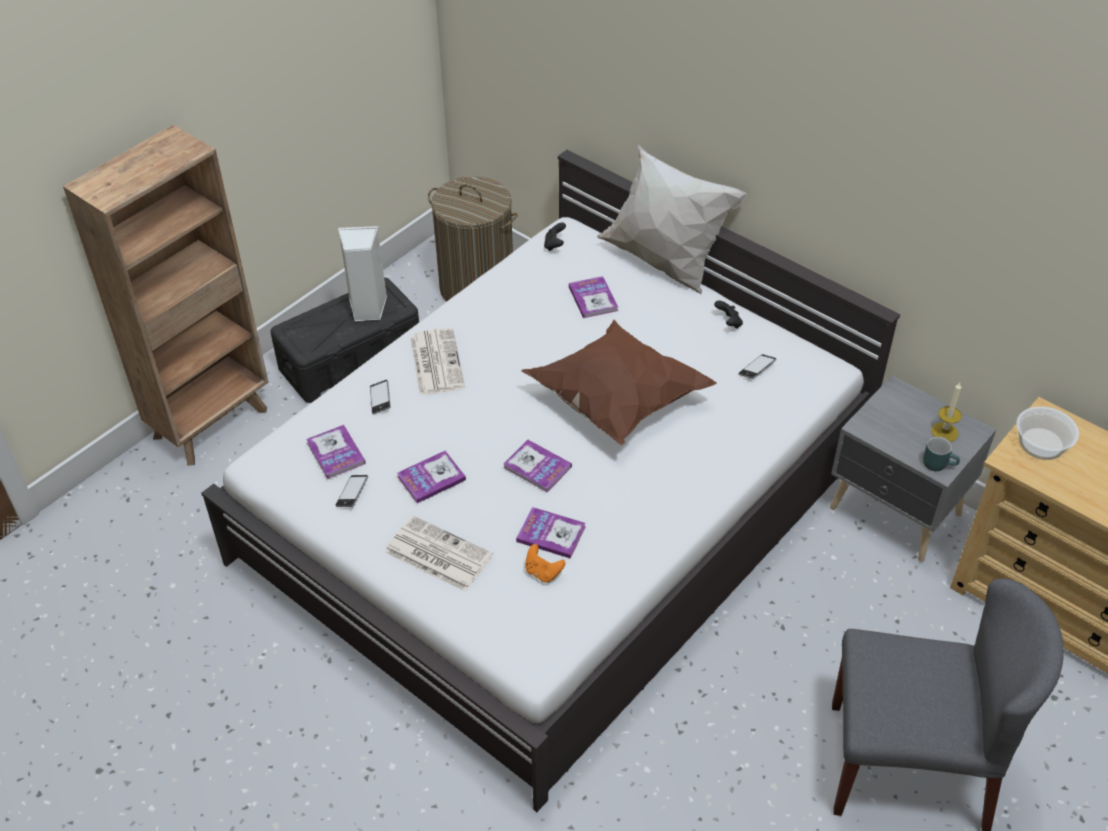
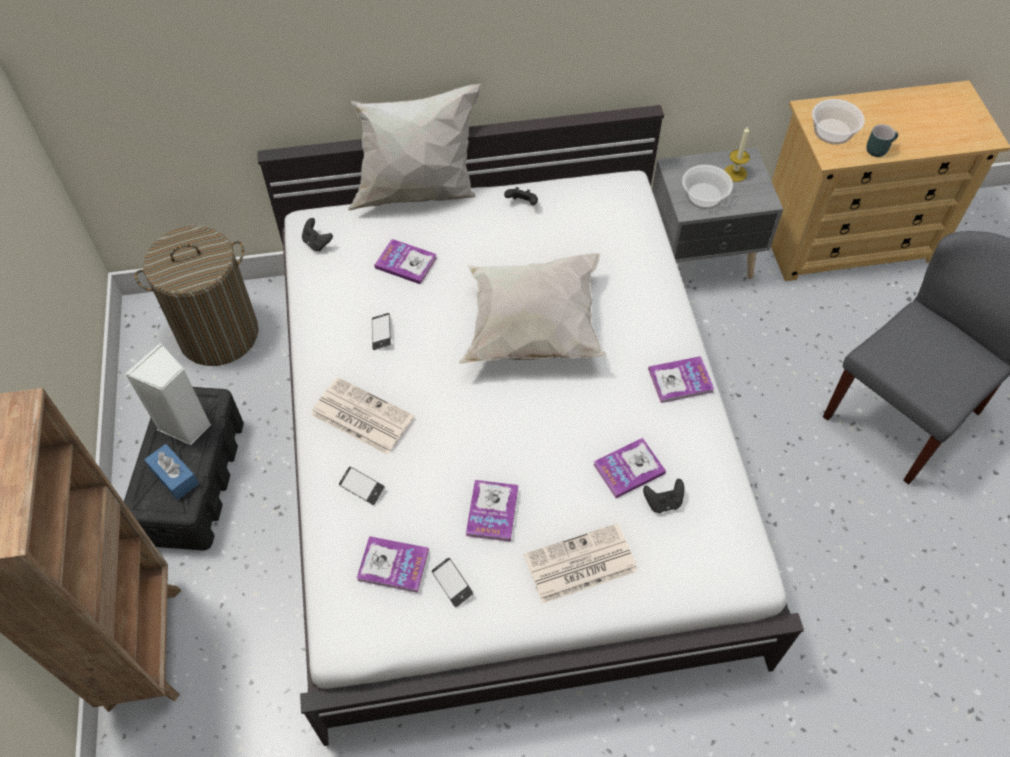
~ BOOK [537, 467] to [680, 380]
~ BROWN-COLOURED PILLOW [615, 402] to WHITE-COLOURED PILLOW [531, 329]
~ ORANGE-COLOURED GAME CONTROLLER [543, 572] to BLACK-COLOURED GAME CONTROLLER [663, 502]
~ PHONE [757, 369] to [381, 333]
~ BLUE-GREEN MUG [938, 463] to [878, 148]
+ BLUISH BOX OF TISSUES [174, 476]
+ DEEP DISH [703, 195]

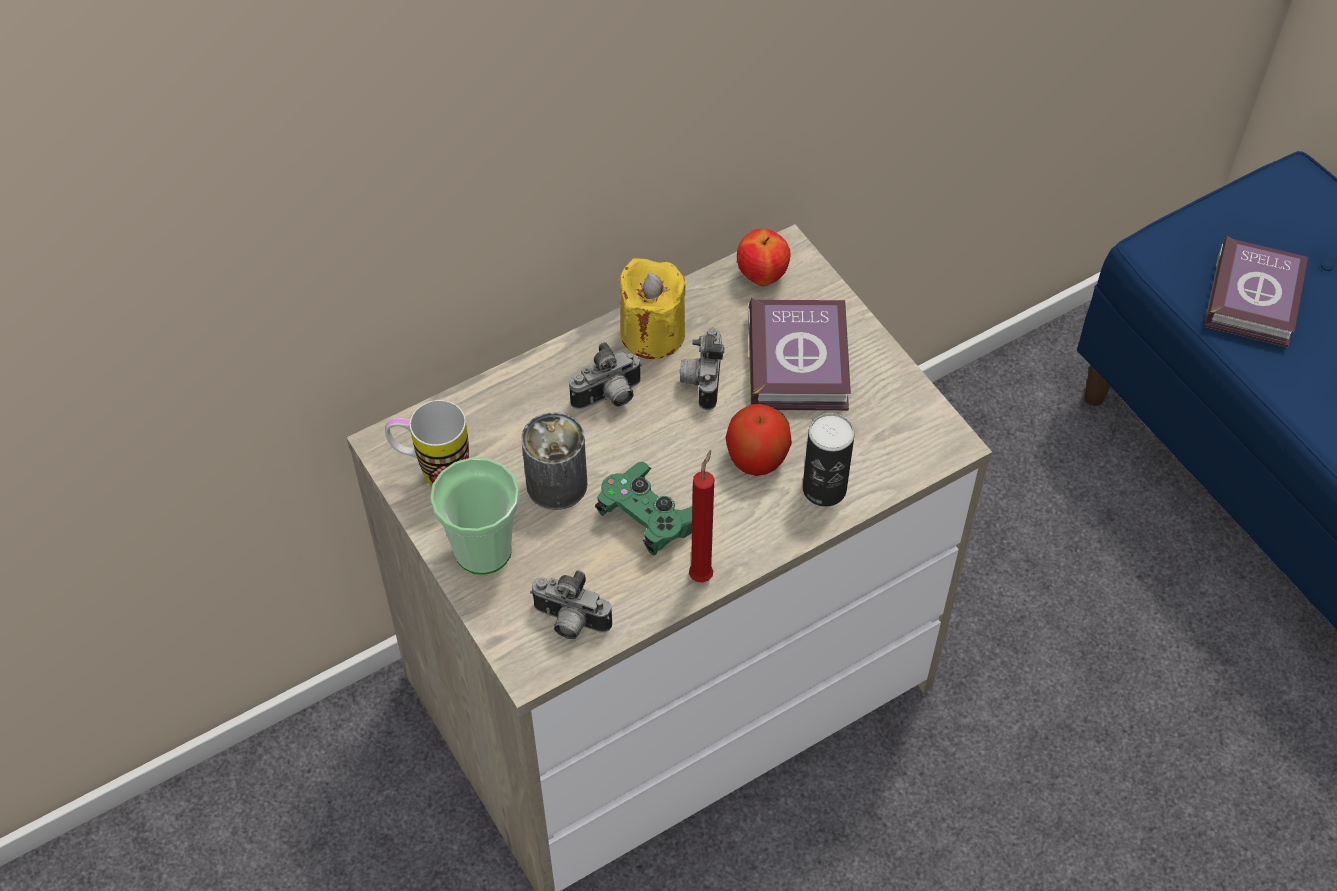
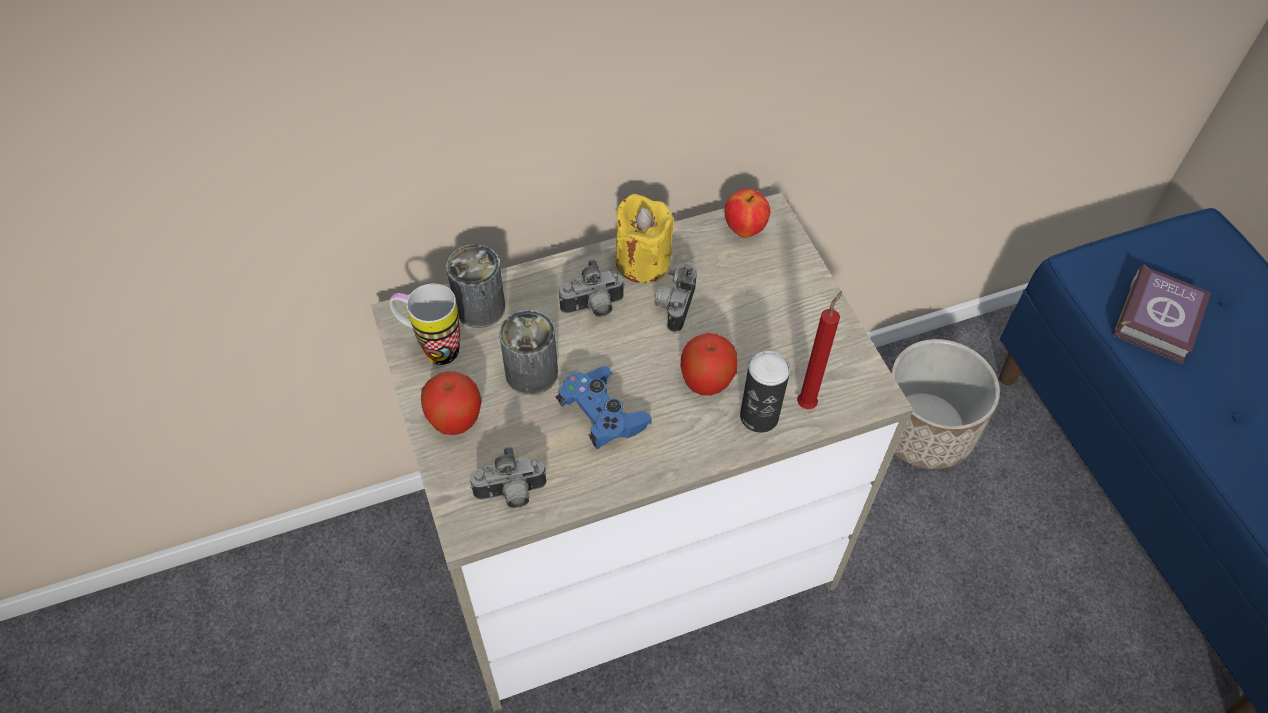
~ CUP [483, 550] to APPLE [455, 418]
~ STILL CAMERA [569, 622] = [511, 495] 45 degrees counterclockwise
~ GREEN-COLOURED GAME CONTROLLER [649, 518] to BLUISH GAME CONTROLLER [602, 415]
~ REDDISH CANDLE [702, 574] to [808, 402]
- BOOK [800, 360]
+ SEALED CAN [480, 307]
+ PLANTER [924, 428]

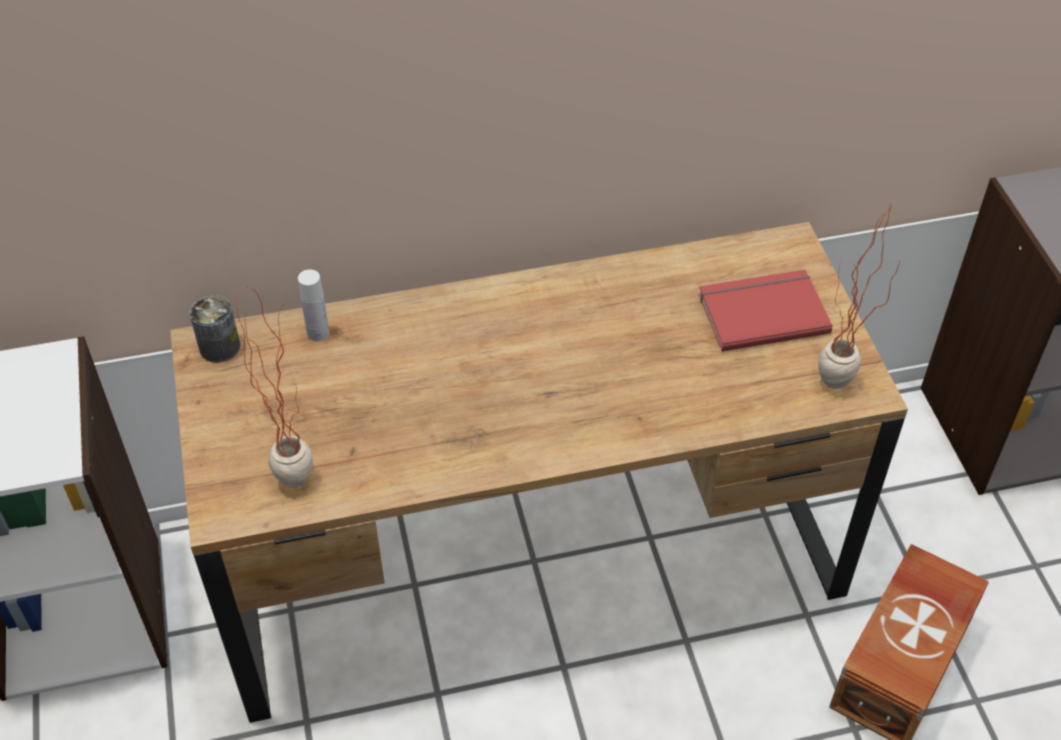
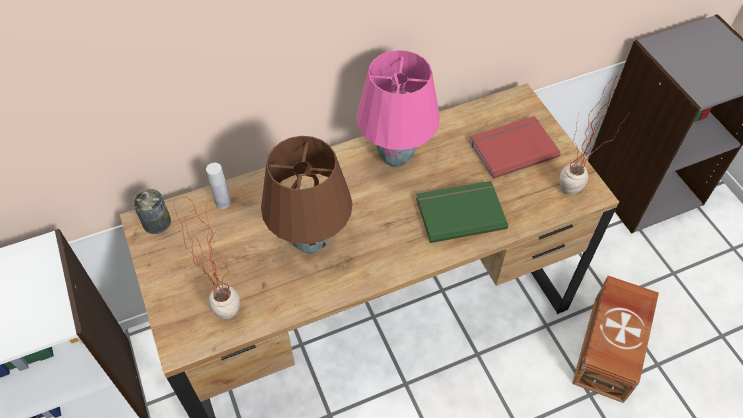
+ BROWN-COLOURED LAMP FOR A TABLE [310, 243]
+ PINK LAMP FOR A TABLE [397, 157]
+ GREEN-COLOURED BOOK [459, 211]

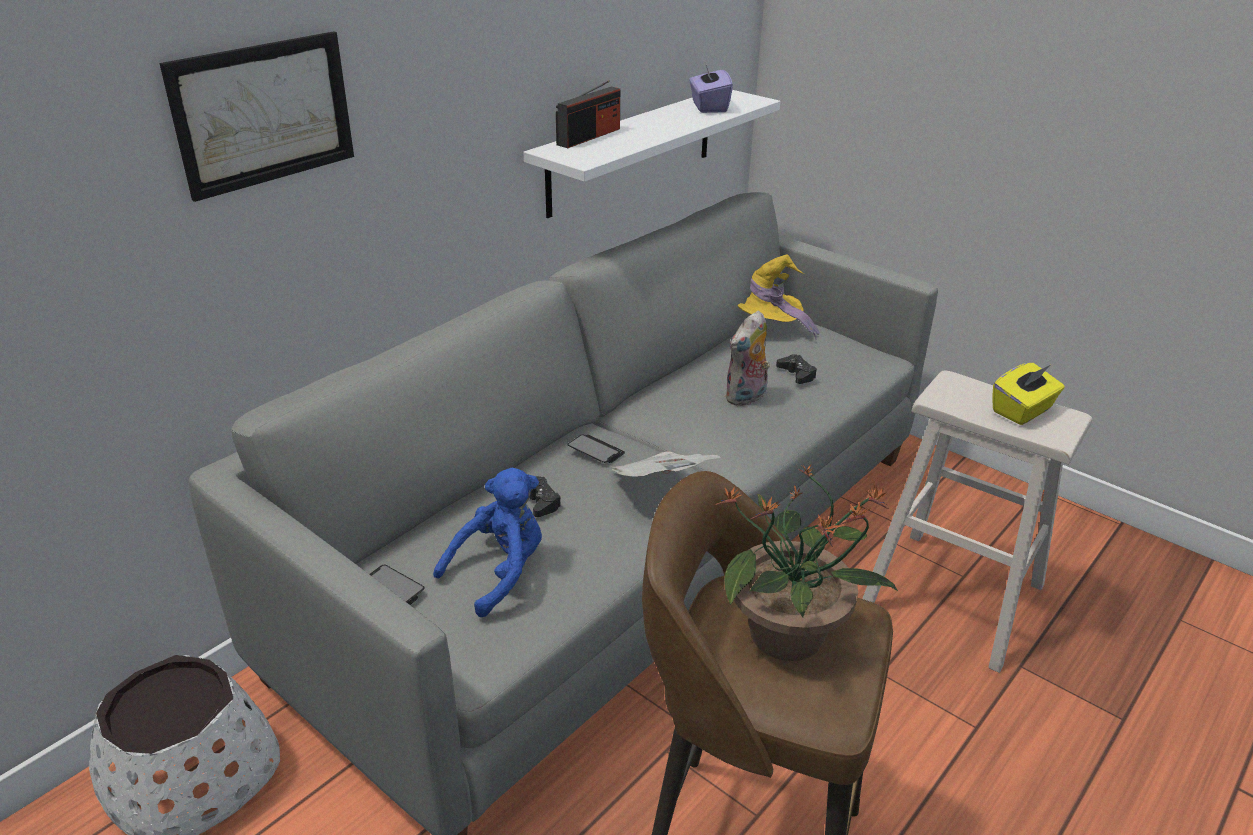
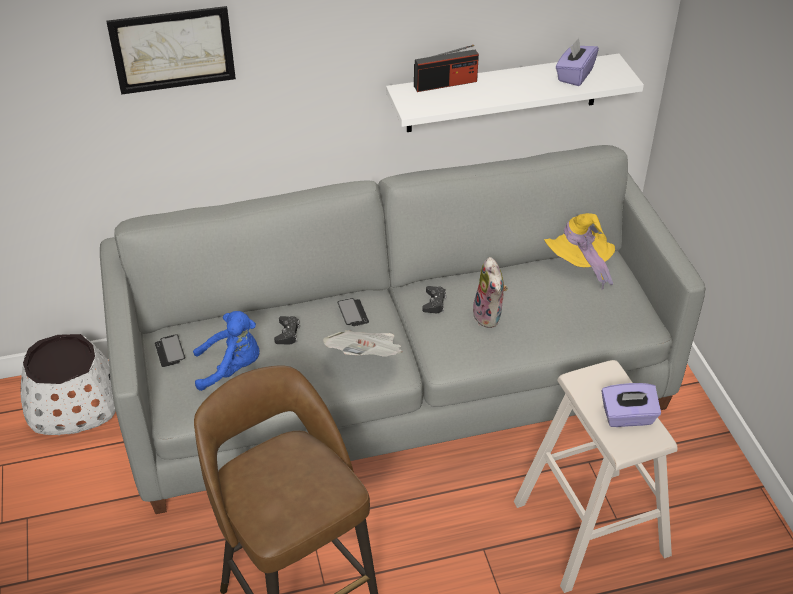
- POTTED PLANT [789, 635]
~ PLUSH TOY [746, 398] = [489, 316] 90 degrees counterclockwise
~ BLACK-COLOURED GAME CONTROLLER [797, 374] to [434, 303]
~ YELLOW-COLOURED BOX OF TISSUES [1022, 411] to PURPLE-COLOURED BOX OF TISSUES [628, 417]

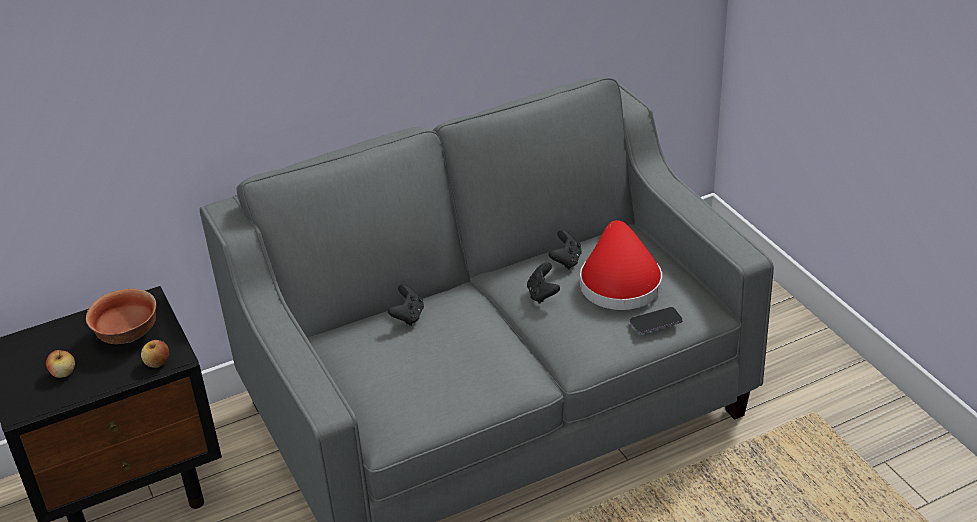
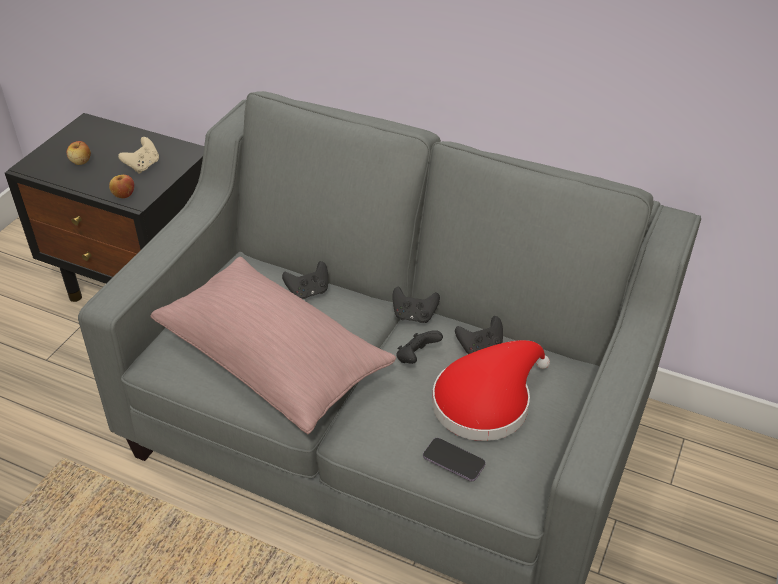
~ DEEP DISH [129, 336] to BEIGE GAME CONTROLLER [143, 166]
+ PINK PILLOW [273, 361]
+ BLACK-COLOURED GAME CONTROLLER [414, 316]

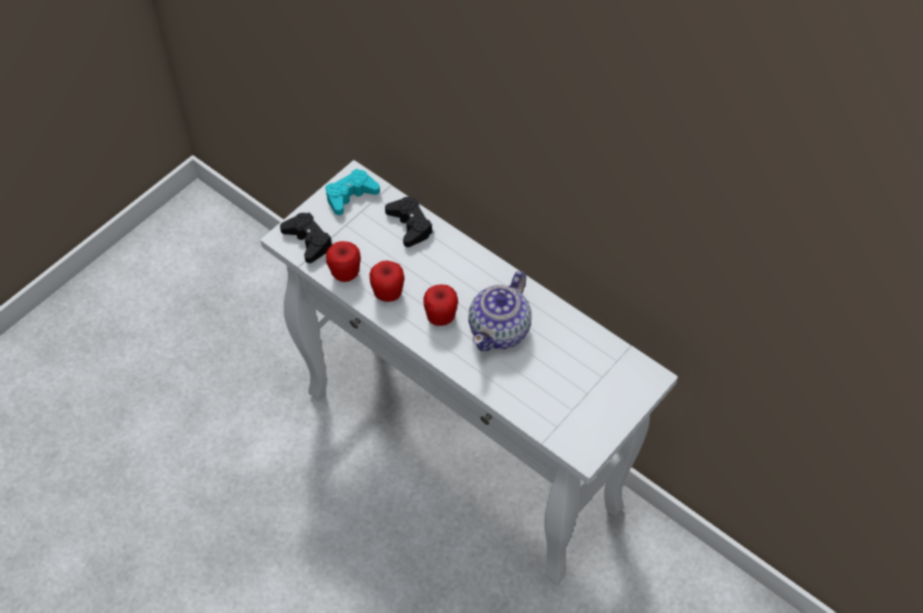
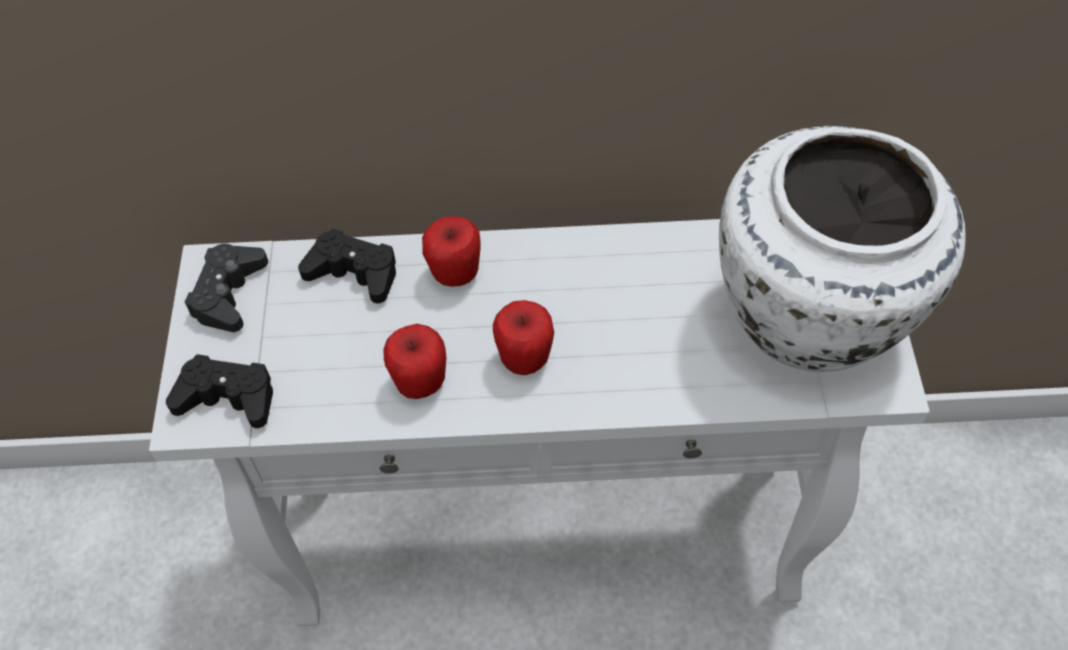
~ BLUE-GREEN GAME CONTROLLER [350, 196] to BLACK-COLOURED GAME CONTROLLER [228, 294]
~ APPLE [345, 274] to [455, 274]
- TEAPOT [500, 330]
+ WHITE-COLOURED FLOWER VASE [814, 323]

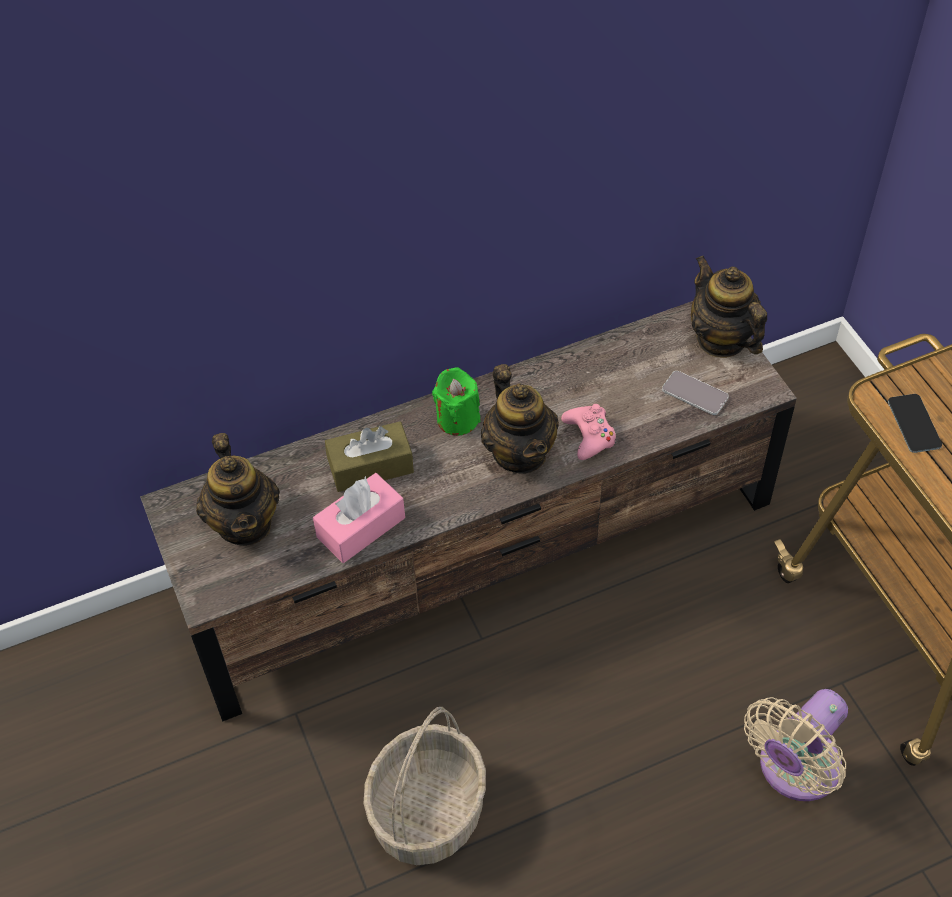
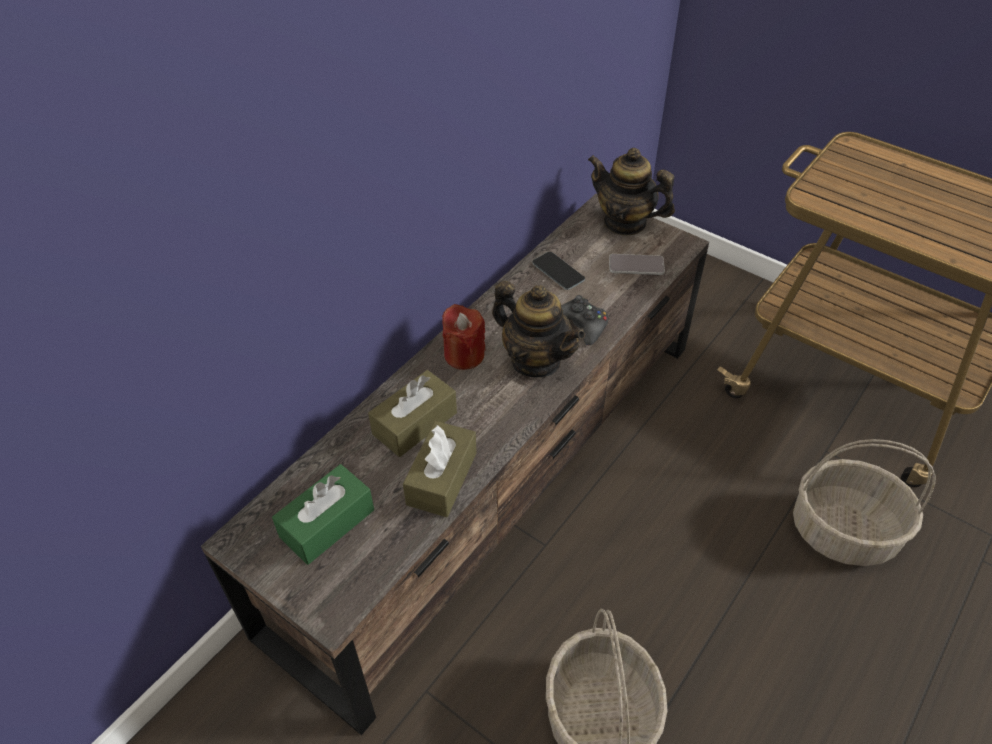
~ TEAPOT [245, 523] to GREEN-COLOURED BOX OF TISSUES [327, 523]
~ PINK BOX OF TISSUES [361, 527] to BROWN-COLOURED BOX OF TISSUES [442, 478]
~ GREEN-COLOURED CANDLE [457, 419] to REDDISH CANDLE [464, 355]
~ PINK GAME CONTROLLER [589, 436] to BLACK-COLOURED GAME CONTROLLER [581, 325]
~ BEIGE FAN [794, 770] to HOUSEHOLD BASKET [844, 531]
~ PHONE [914, 423] to [558, 271]

